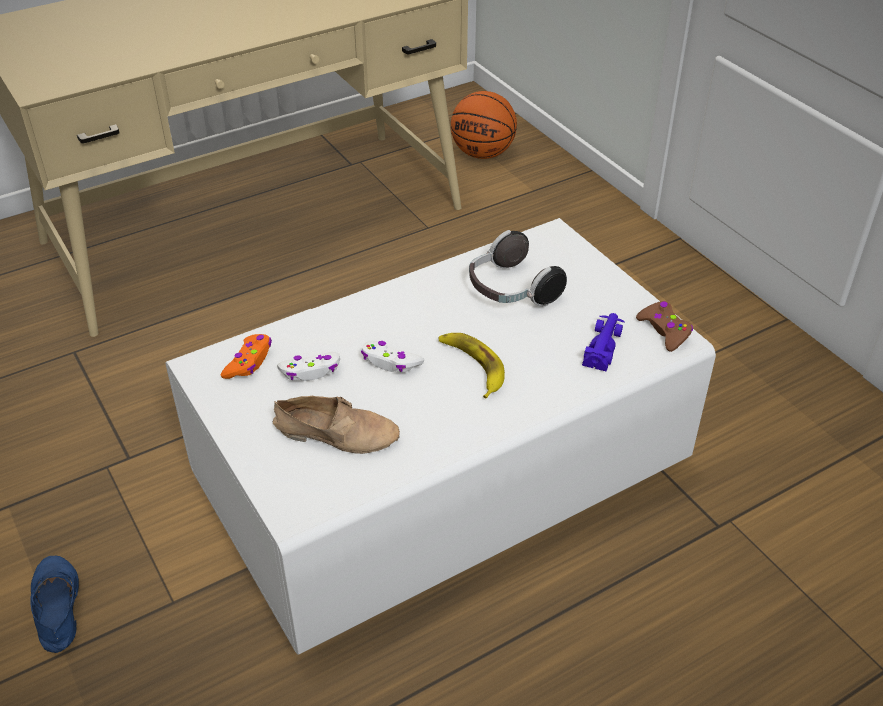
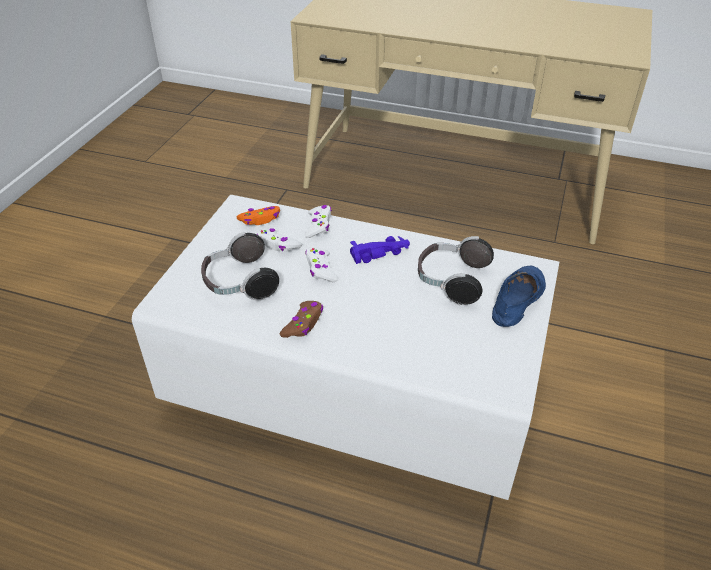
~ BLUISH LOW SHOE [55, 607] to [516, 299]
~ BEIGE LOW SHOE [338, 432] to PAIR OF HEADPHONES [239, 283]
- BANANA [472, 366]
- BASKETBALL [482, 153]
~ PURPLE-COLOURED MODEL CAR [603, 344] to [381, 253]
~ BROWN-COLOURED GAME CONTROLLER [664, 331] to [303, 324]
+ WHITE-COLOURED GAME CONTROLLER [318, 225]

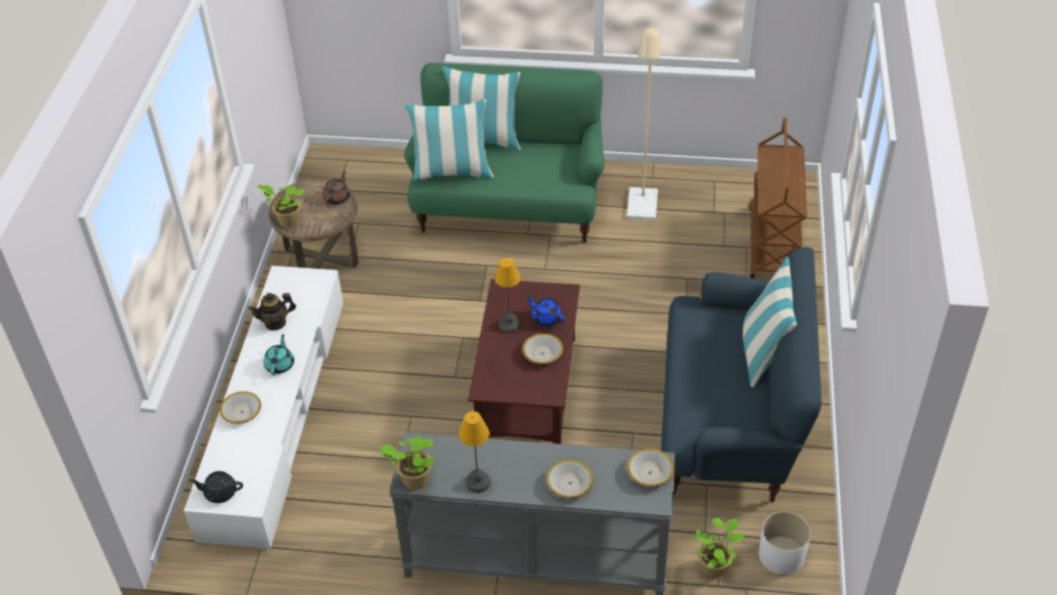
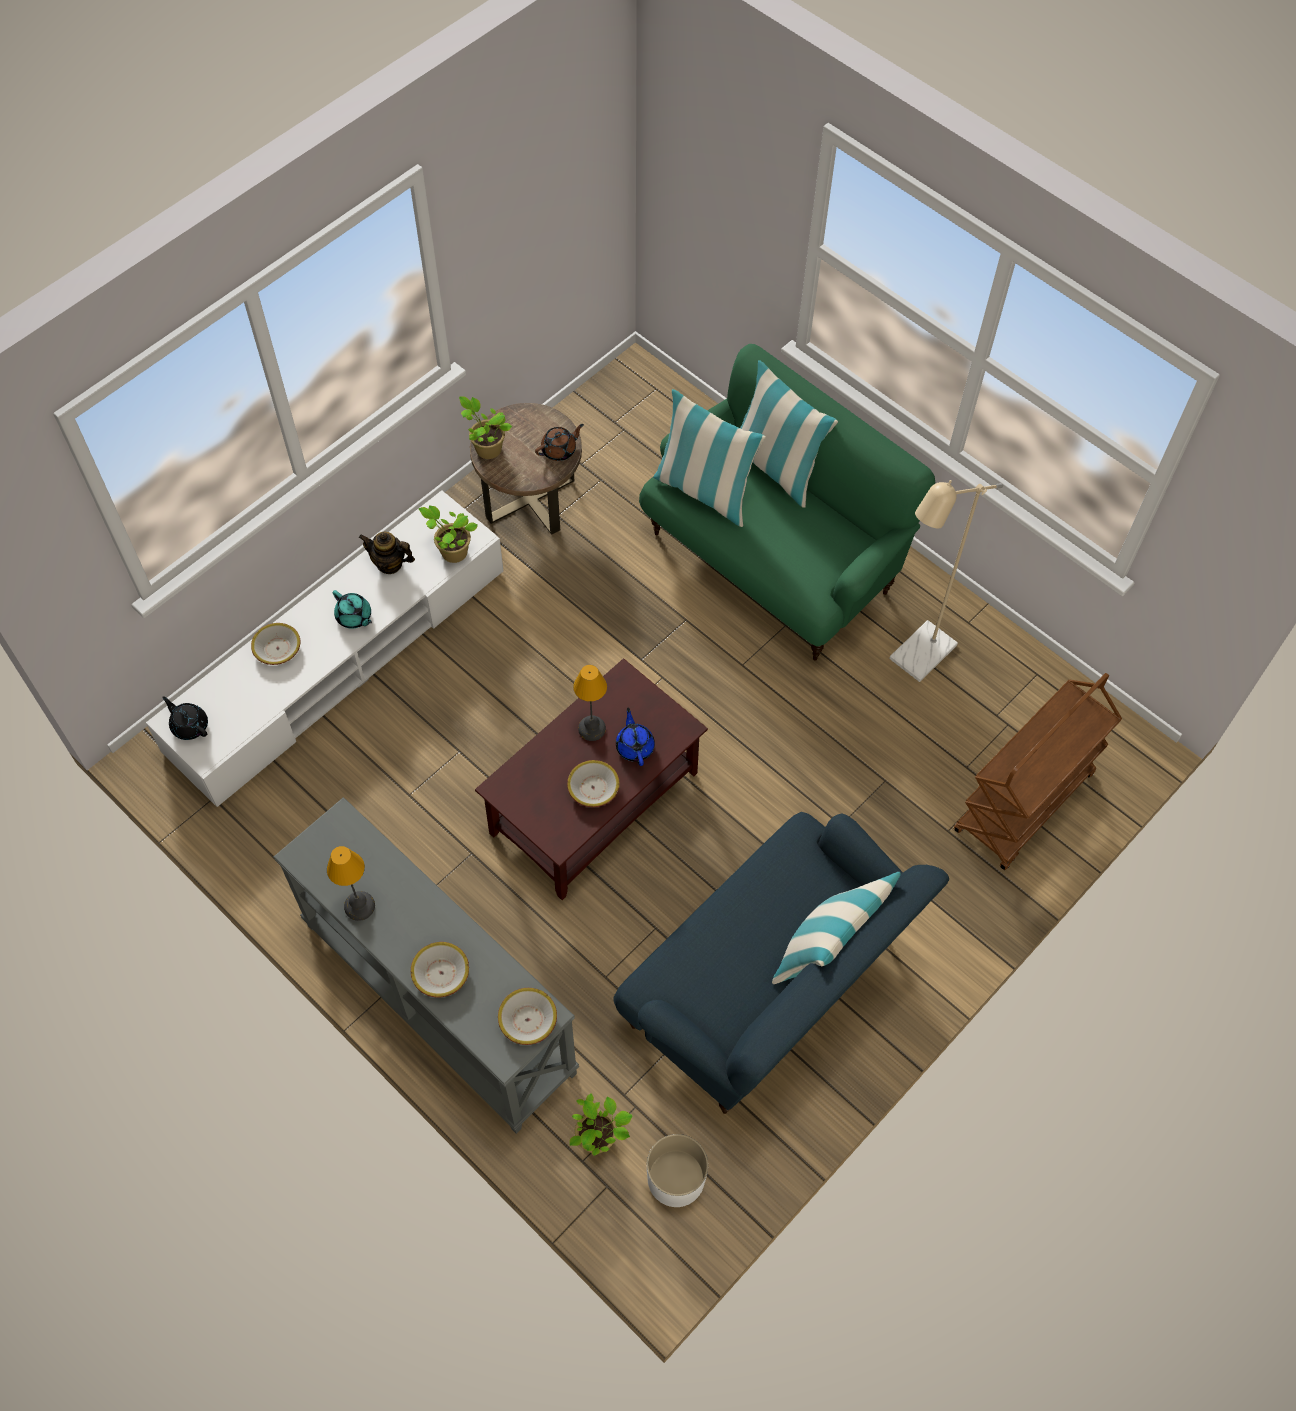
~ BLUE-GREEN TEAPOT [280, 364] = [354, 617] 90 degrees clockwise
~ POTTED PLANT [413, 480] to [452, 552]

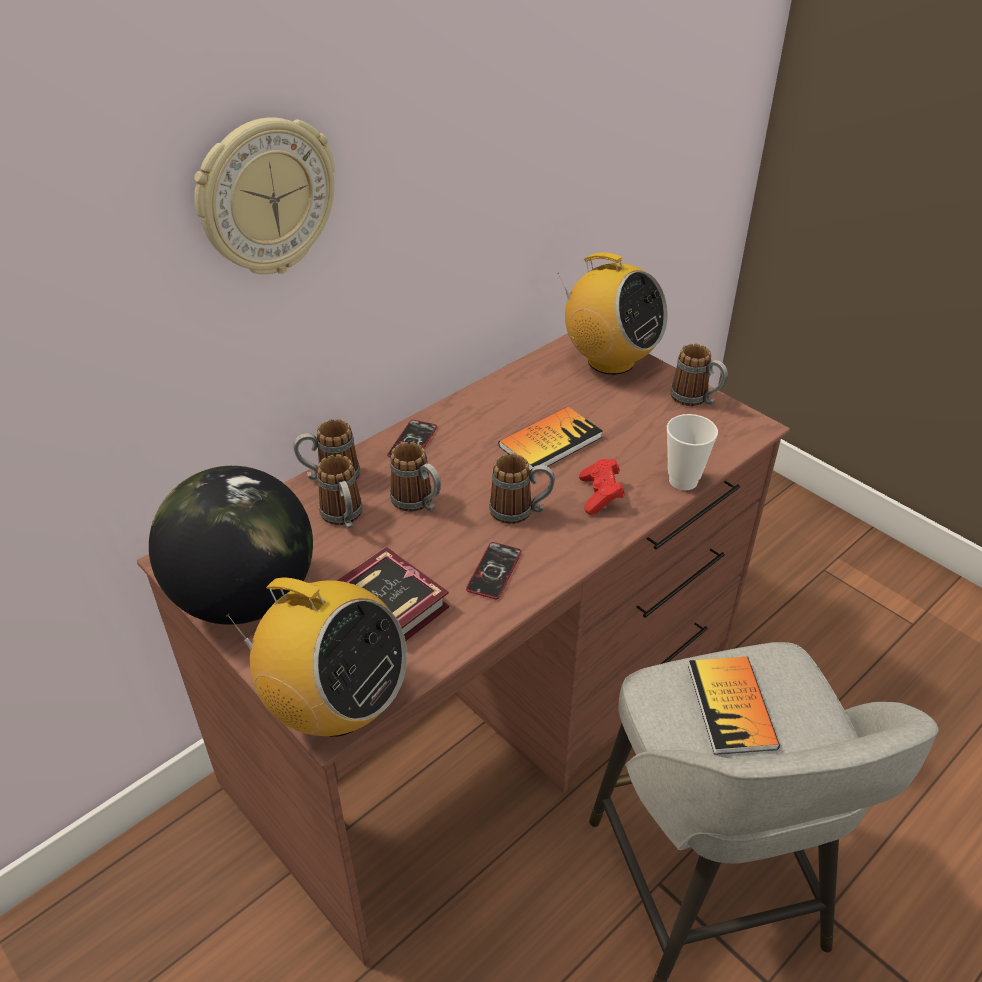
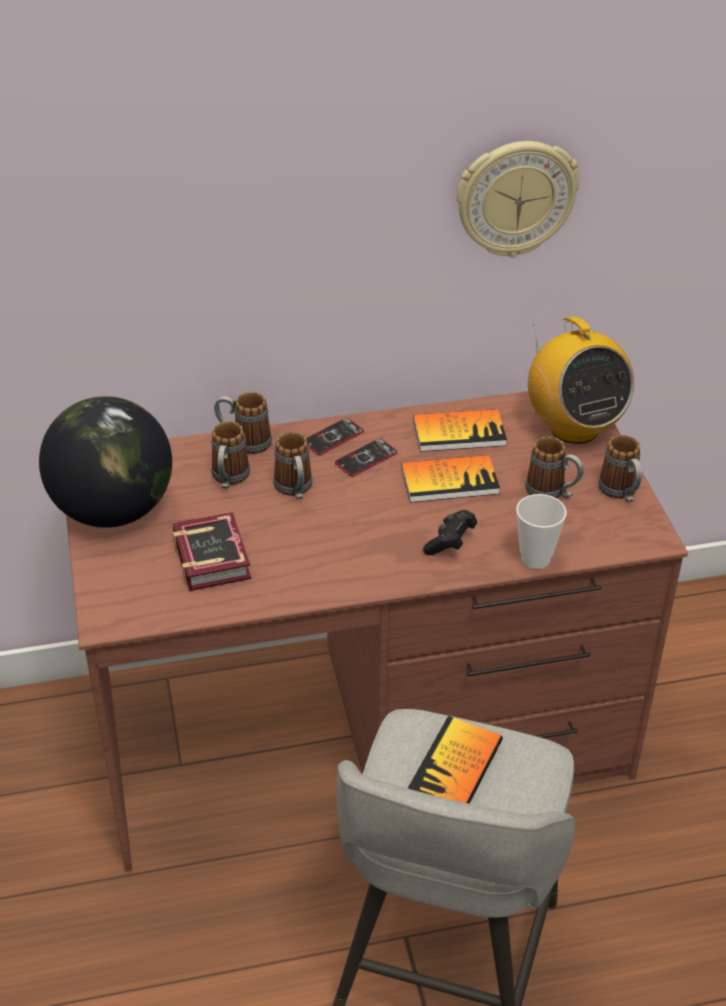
~ CLOCK ON THE WALL [266, 198] to [515, 198]
- RADIO SET [335, 707]
~ PHONE [494, 571] to [366, 458]
~ MUG [520, 511] to [552, 492]
~ REDDISH GAME CONTROLLER [600, 495] to BLACK-COLOURED GAME CONTROLLER [450, 542]
+ BOOK [459, 432]

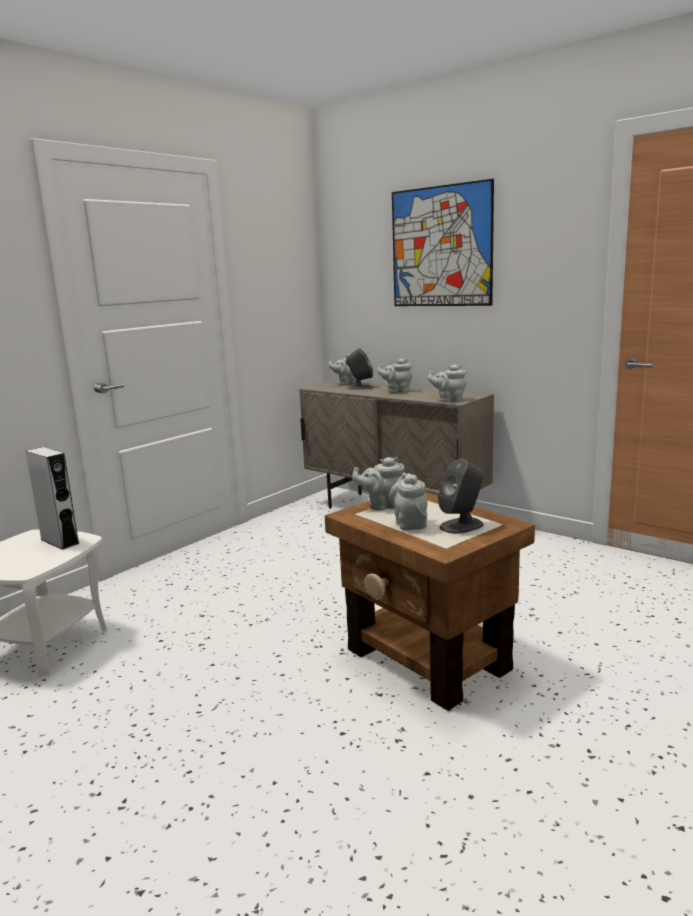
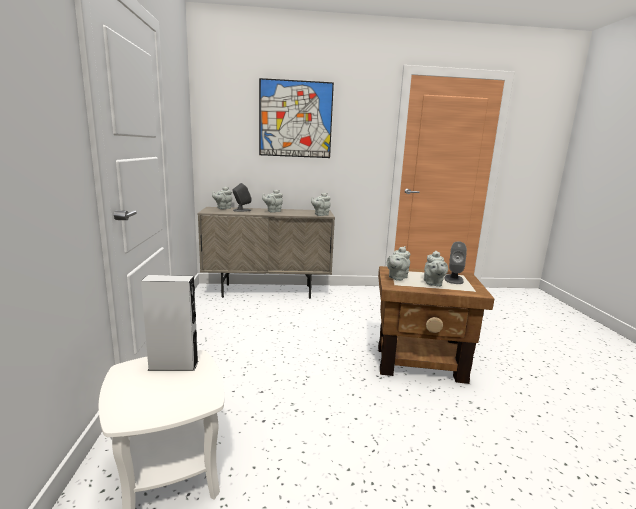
~ GRAY TEAPOT [409, 523] = [433, 283] 120 degrees counterclockwise

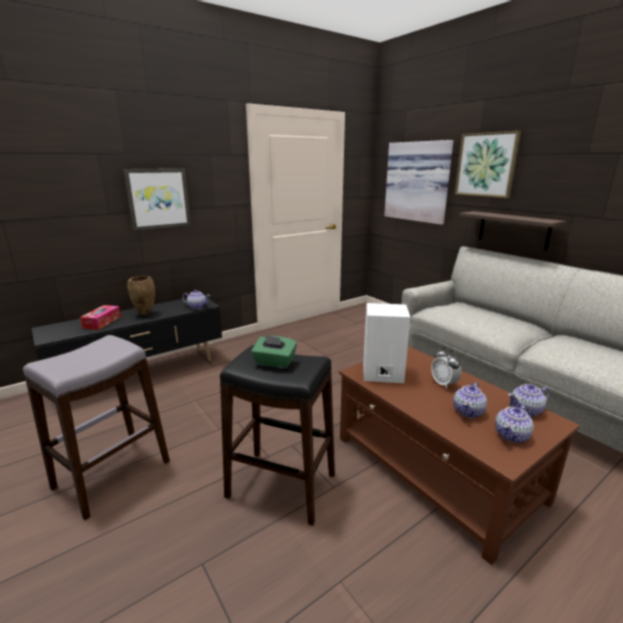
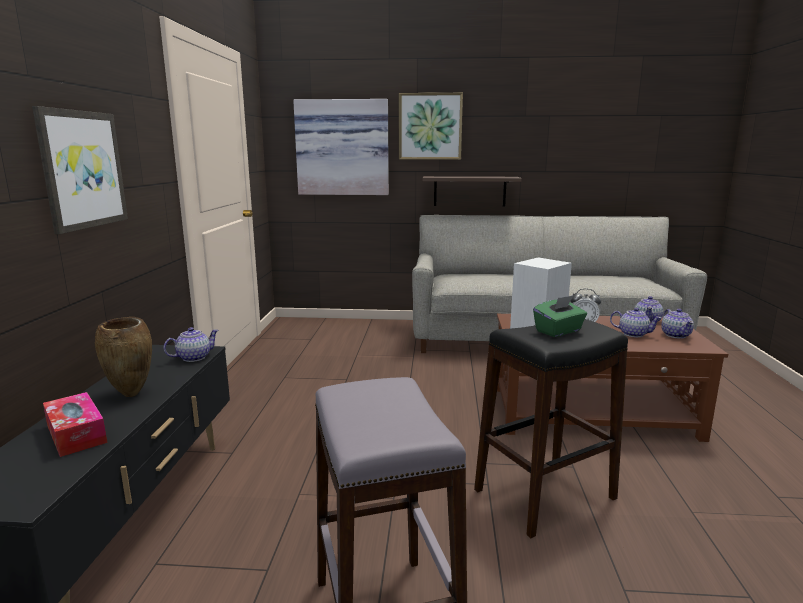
~ TEAPOT [468, 411] = [633, 334] 45 degrees counterclockwise

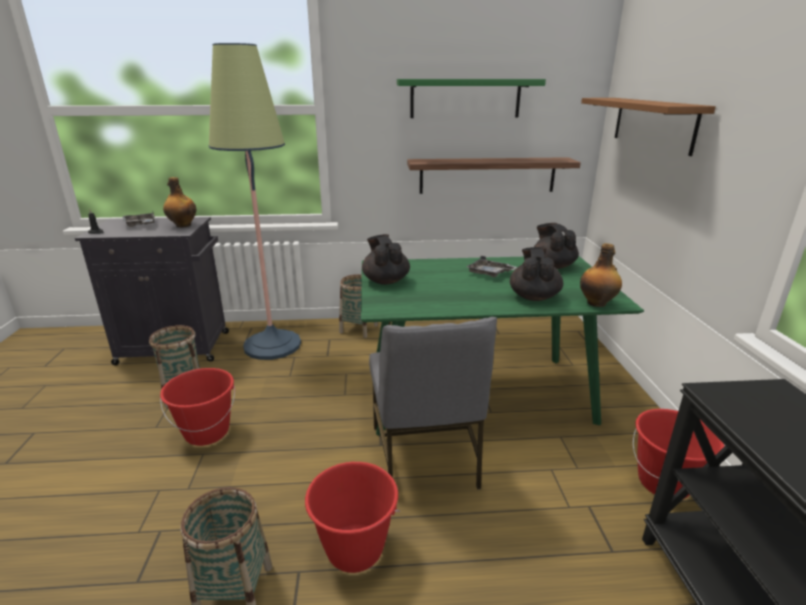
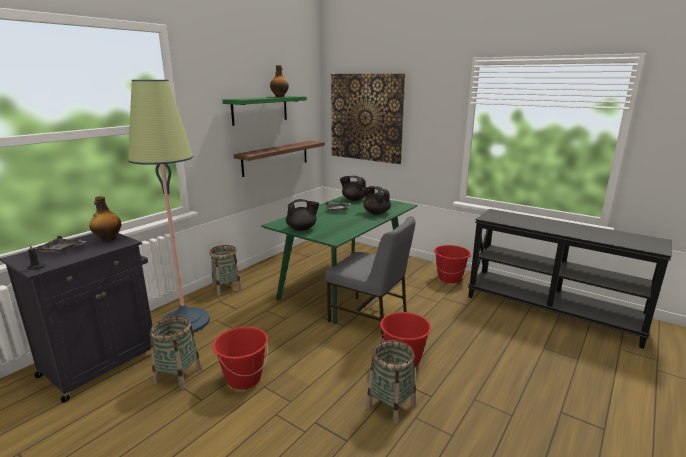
~ BLACK-COLOURED TEAPOT [385, 281] = [302, 229] 150 degrees clockwise
~ BOTTLE [597, 303] to [280, 96]
~ BROWN-COLOURED BRACKET SHELF [653, 123] to PICTURE [366, 117]

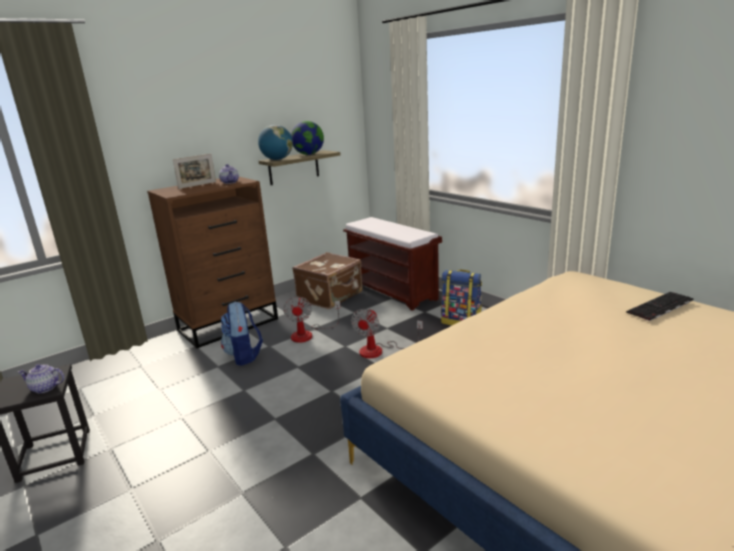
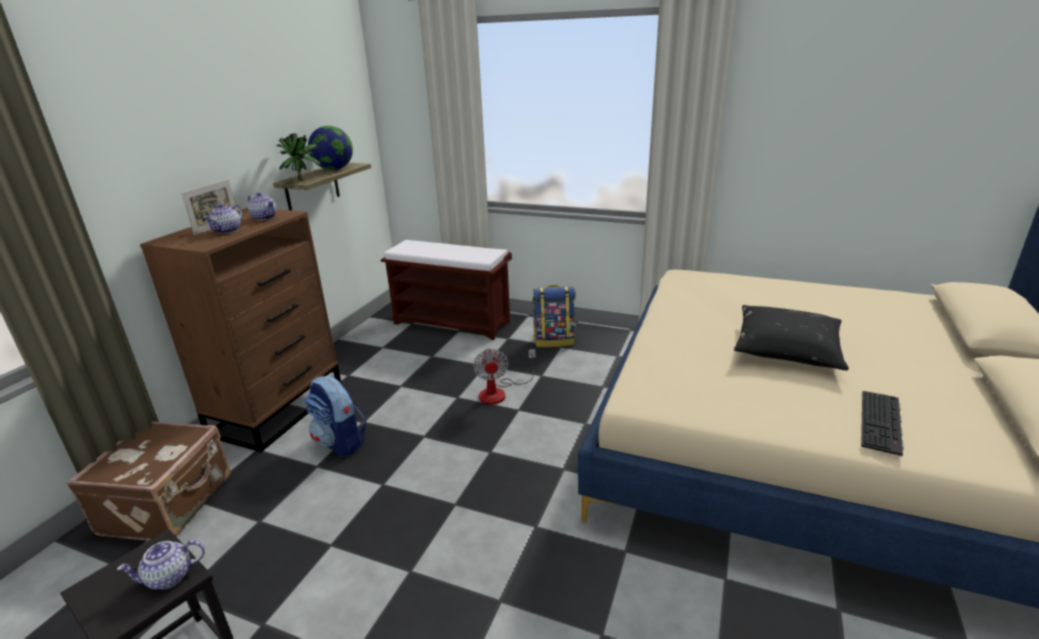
~ GLOBE [277, 159] to POTTED PLANT [302, 180]
- FAN [308, 334]
~ BROWN-COLOURED SUITCASE [331, 296] to [170, 504]
~ KEYBOARD [660, 307] to [882, 423]
+ TEAPOT [228, 231]
+ BLACK-COLOURED PILLOW [787, 348]

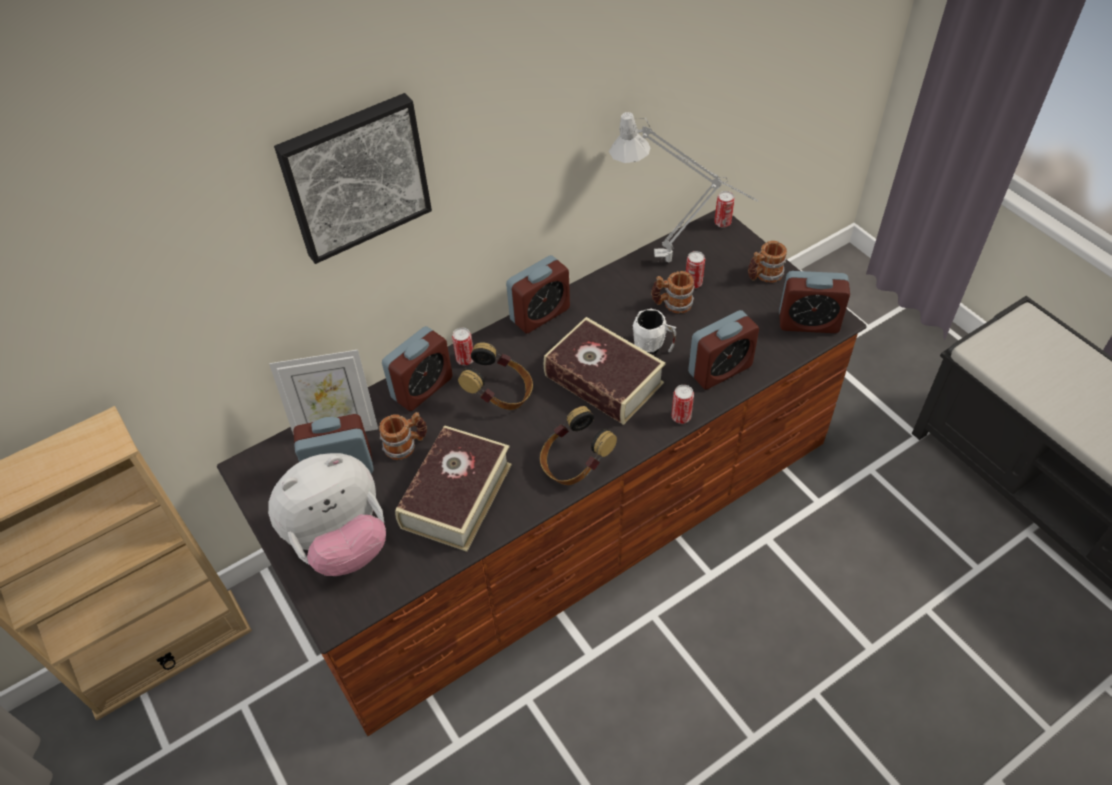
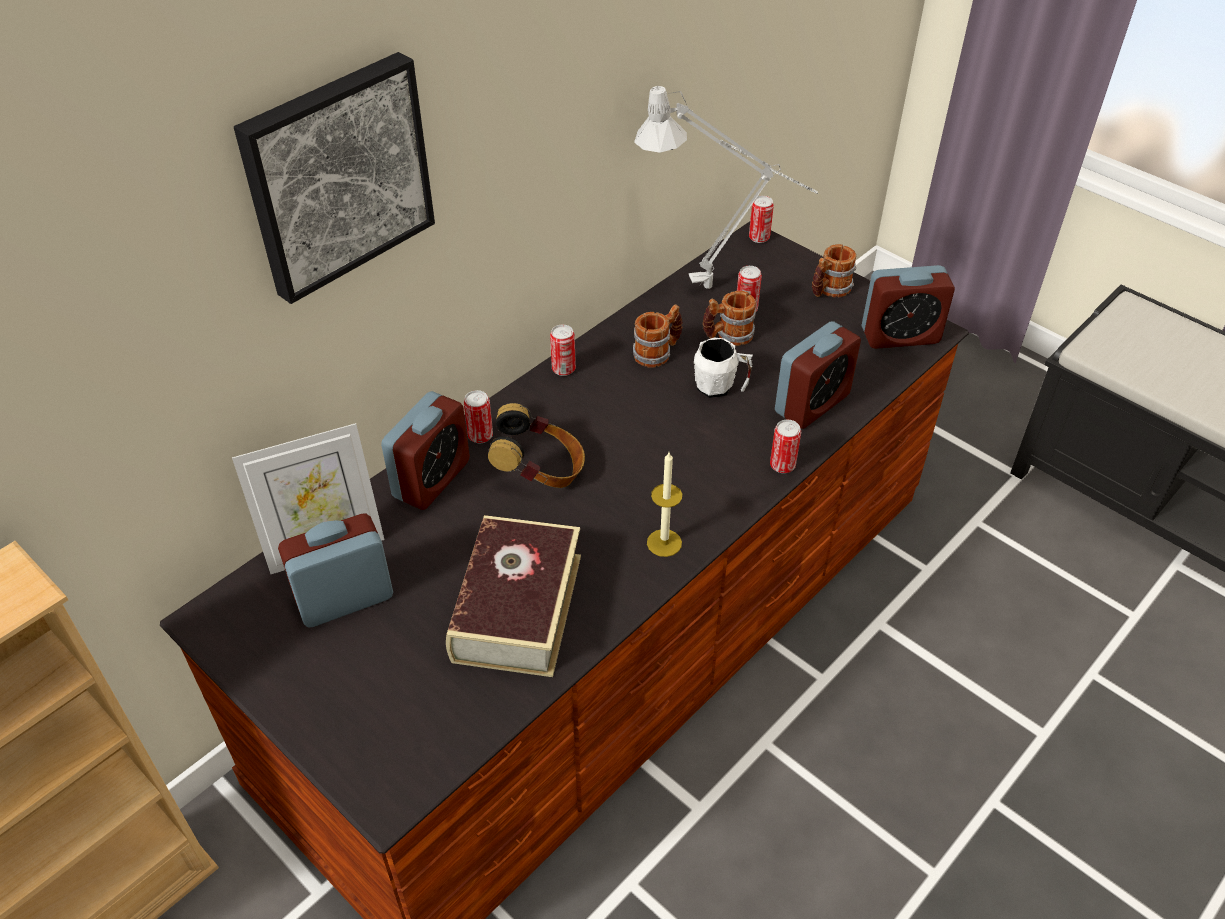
- PLUSH TOY [341, 542]
~ MUG [406, 445] to [658, 352]
~ TABLE CLOCK [540, 314] to SEALED CAN [563, 369]
~ PAIR OF HEADPHONES [574, 464] to CANDLE [664, 543]
- BOOK [603, 380]

